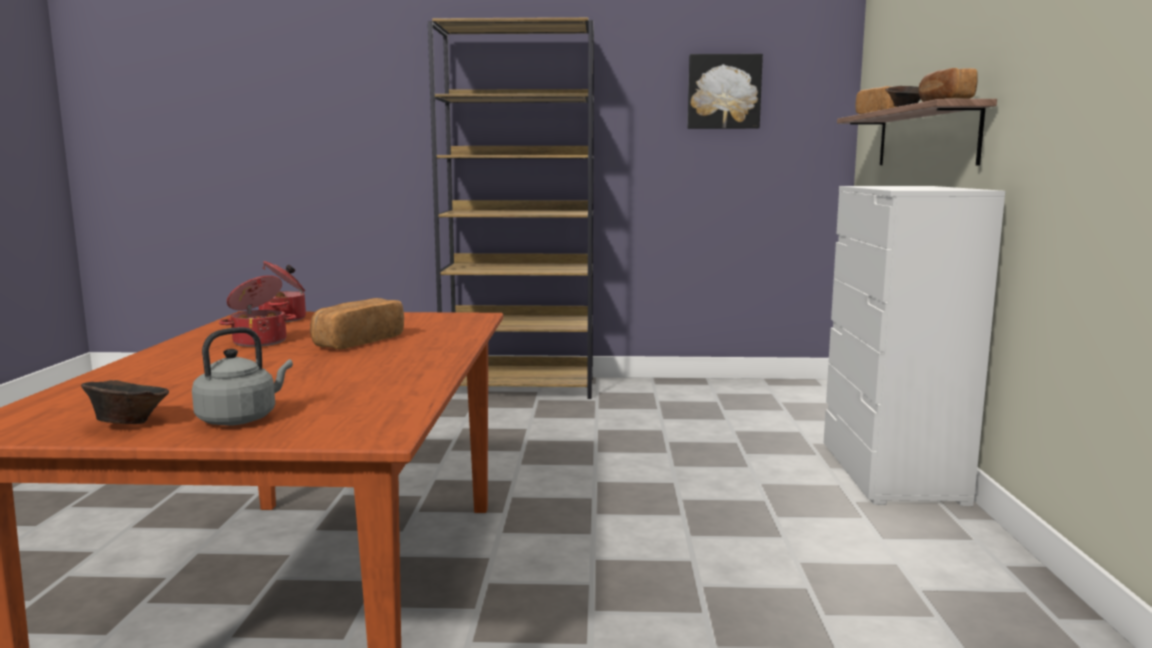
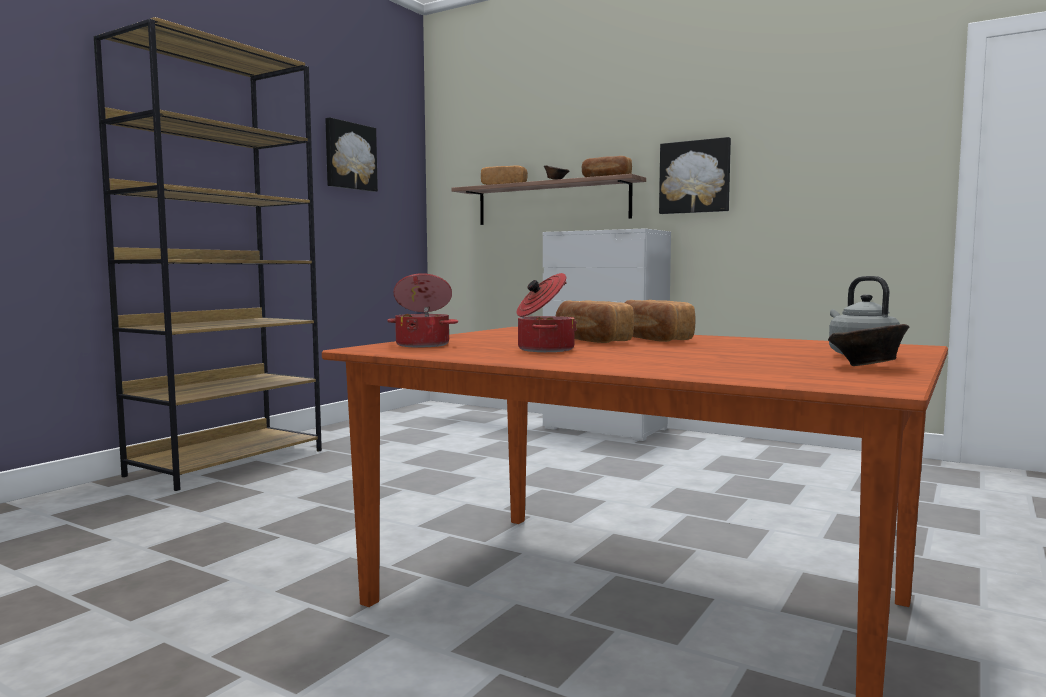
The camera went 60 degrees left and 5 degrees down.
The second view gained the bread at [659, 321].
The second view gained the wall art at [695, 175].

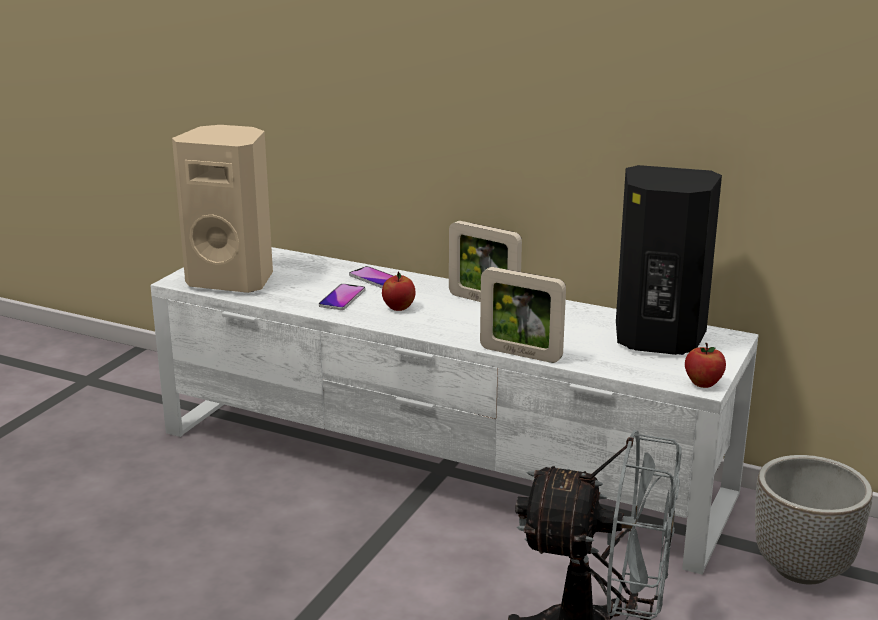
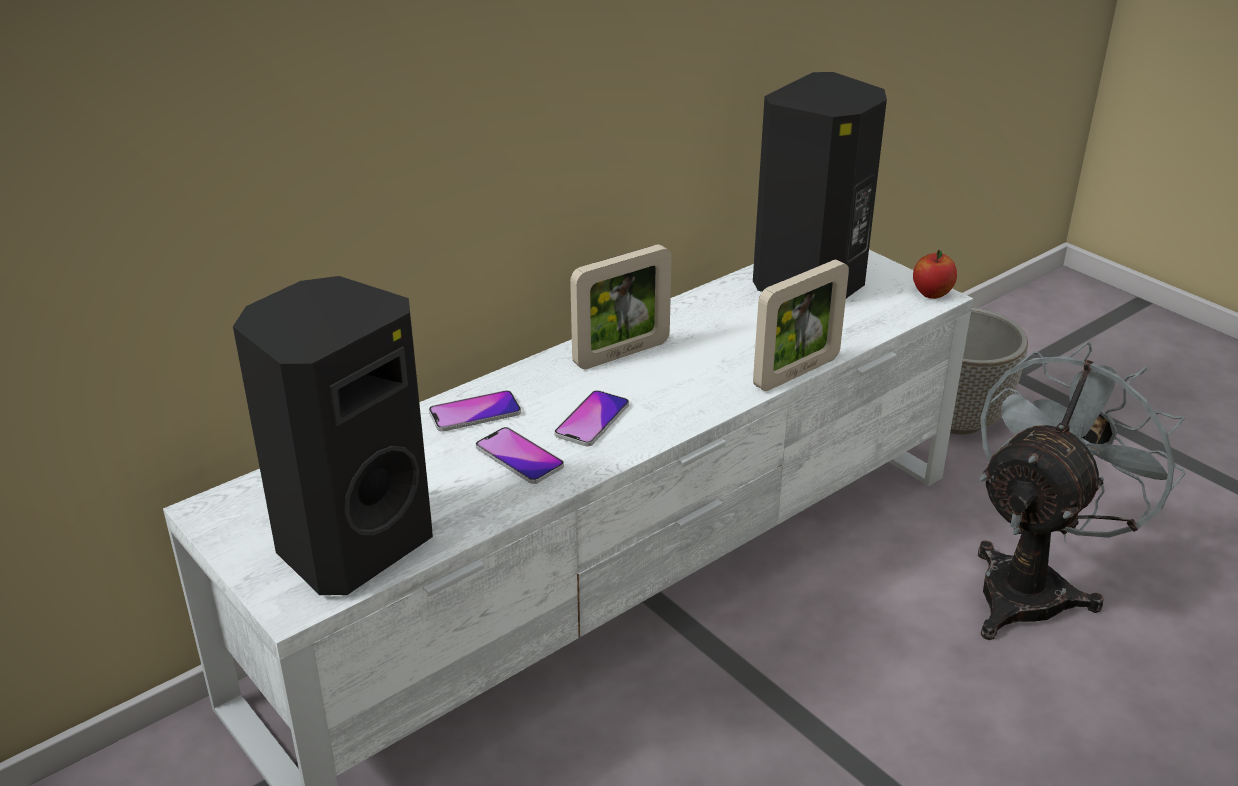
The camera went 65 degrees left and 10 degrees up.
What was the beige audio speaker at [222, 209] turned into the blackish audio speaker at [333, 435].
Where the apple fruit stood at [398, 291], the phone came to stand at [591, 418].

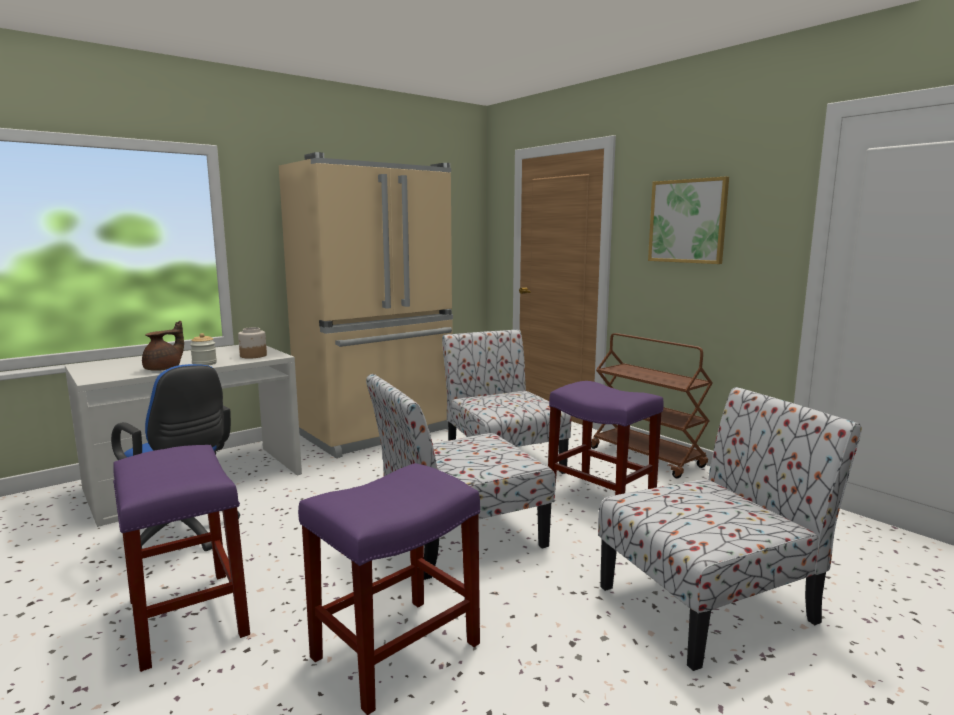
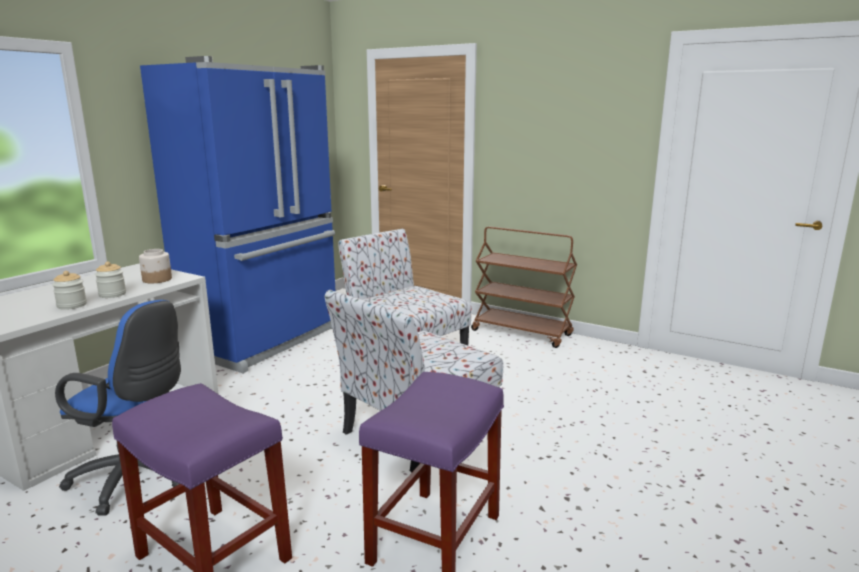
The camera went 20 degrees left and 5 degrees up.
Where the brown-coloured tea pot stood at [163, 346], the storage jar came to stand at [69, 290].
What was the beige fridge at [366, 305] turned into the bluish fridge at [238, 214].
The second view lost the purple stool seat at [606, 438].
The second view lost the plain chair at [730, 529].
The second view lost the wall art at [688, 220].

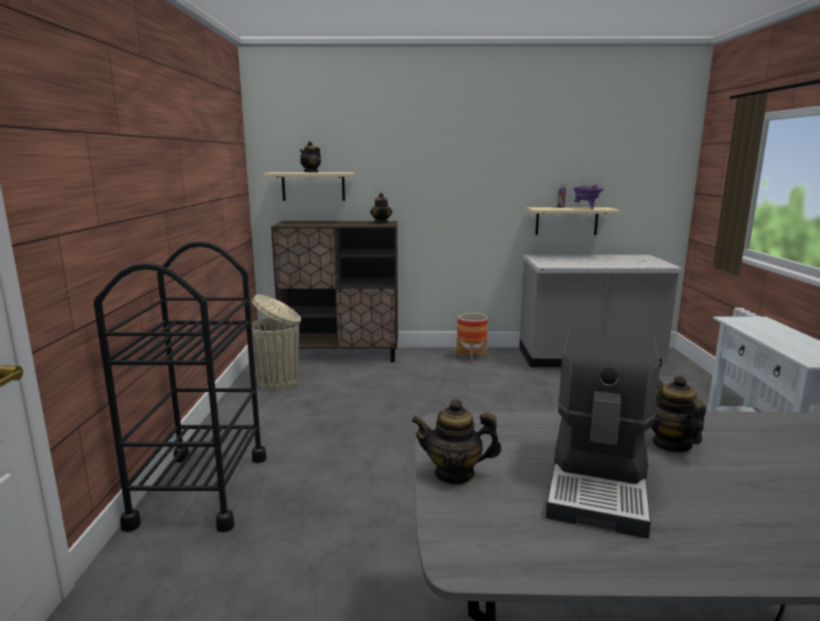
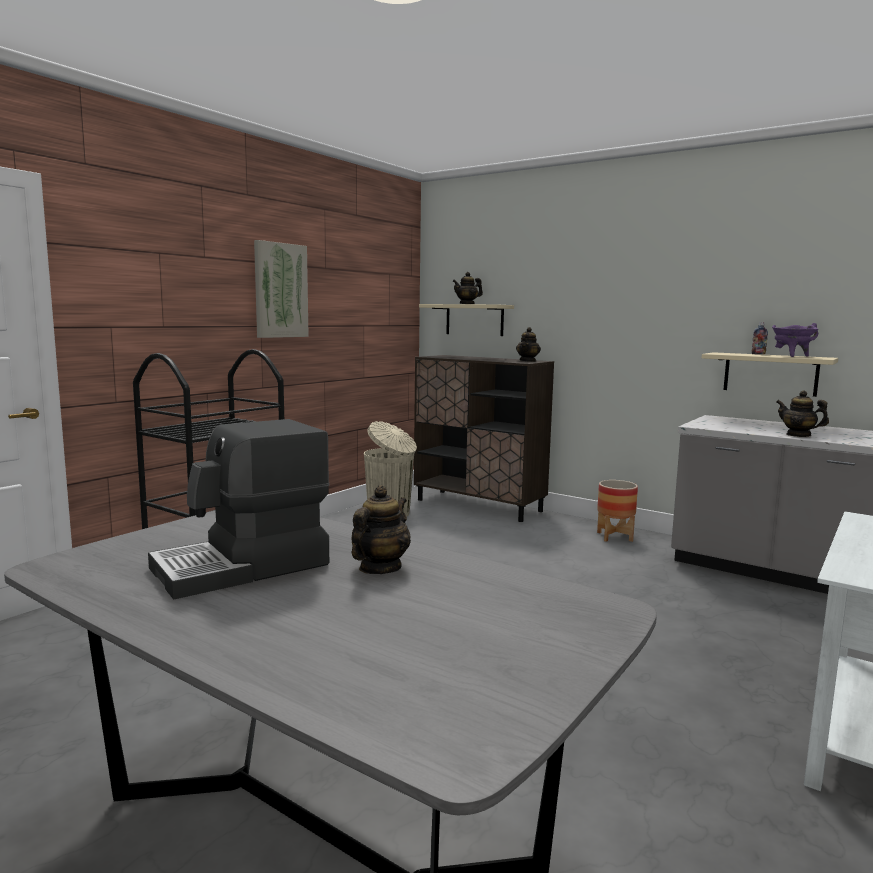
The camera went 35 degrees right and 5 degrees down.
The tea pot ended up elsewhere, having gone from [456, 442] to [802, 413].
The second view gained the wall art at [281, 289].

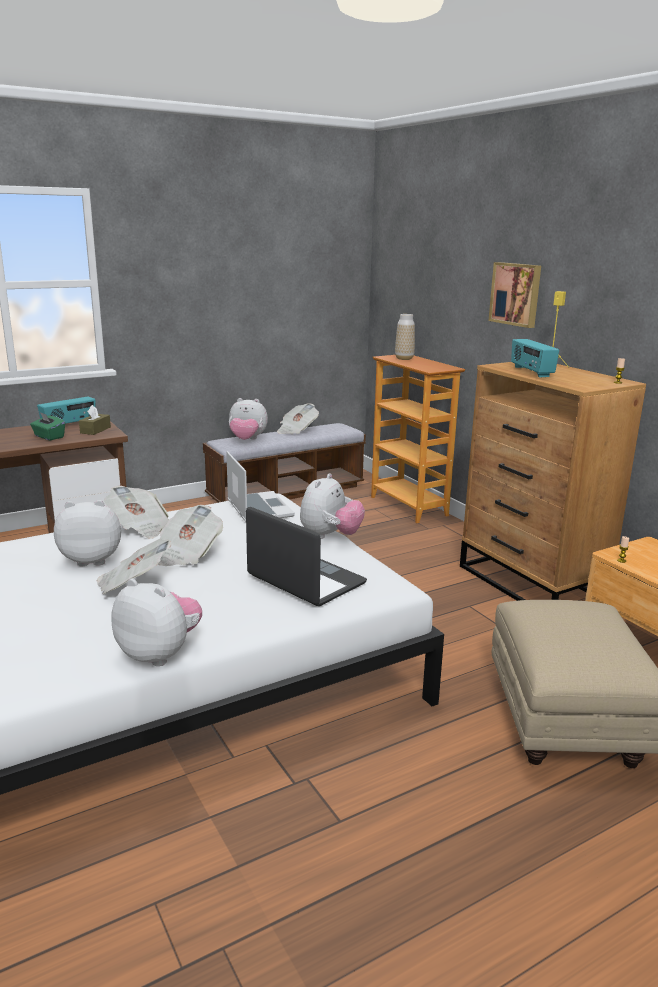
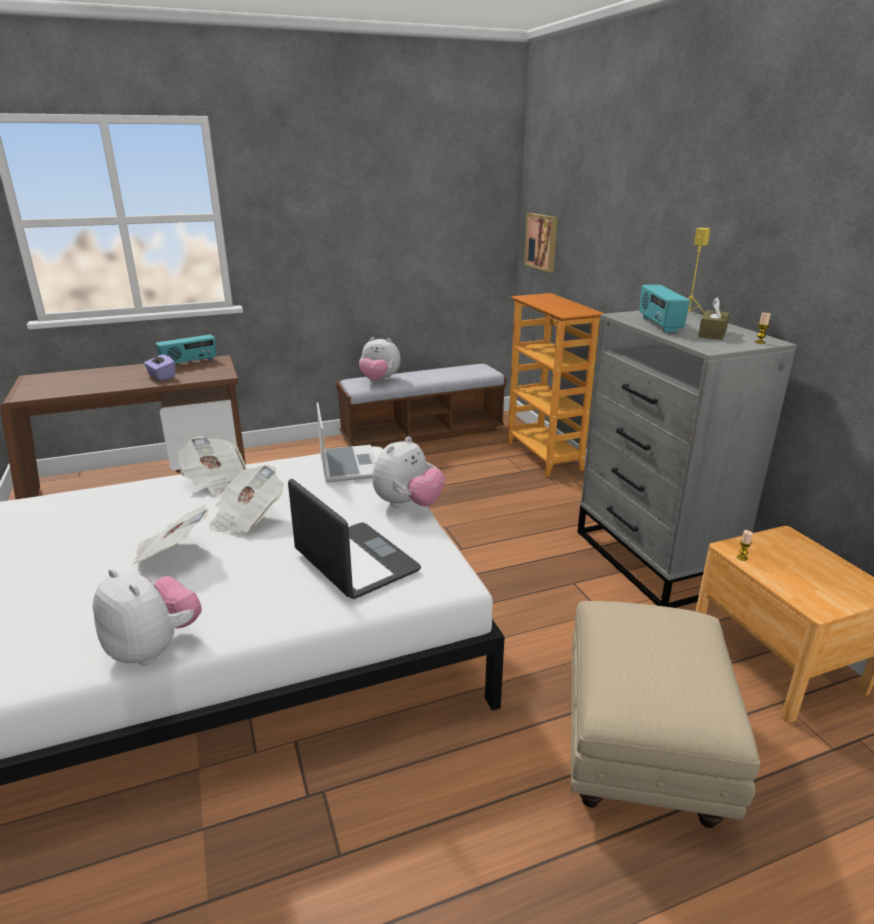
The camera went 10 degrees right and 5 degrees up.
What was the greenish tissue box at [47, 426] turned into the purple tissue box at [159, 366].
The second view lost the cuddly toy at [87, 533].
The brown-coloured tissue box ended up elsewhere, having gone from [95, 420] to [714, 318].
The second view lost the daily paper at [298, 418].
The second view lost the decorative vase at [405, 337].
What was the brown-coloured chest of drawers at [553, 481] turned into the greyish chest of drawers at [687, 459].
The wall art ended up elsewhere, having gone from [514, 295] to [541, 242].

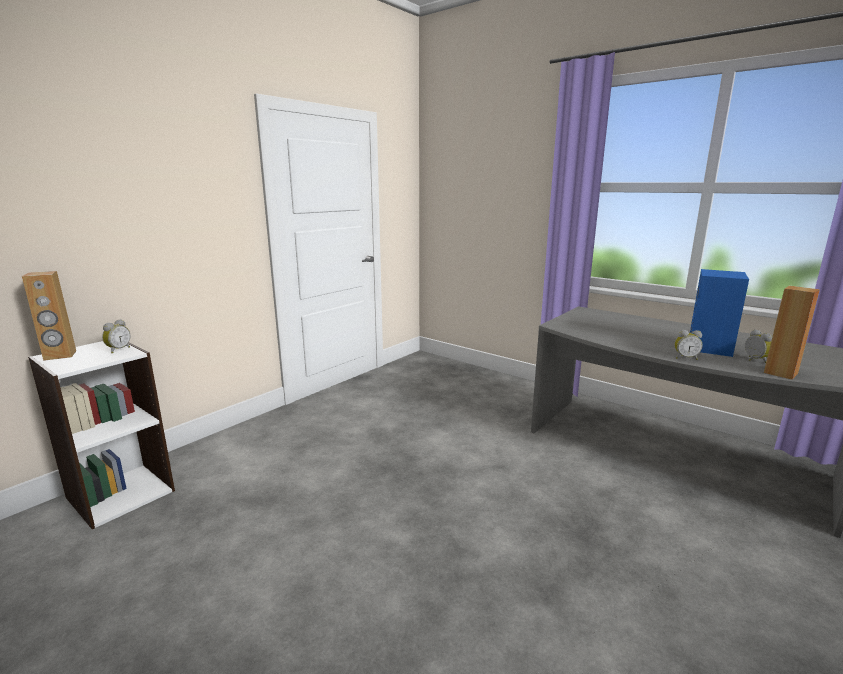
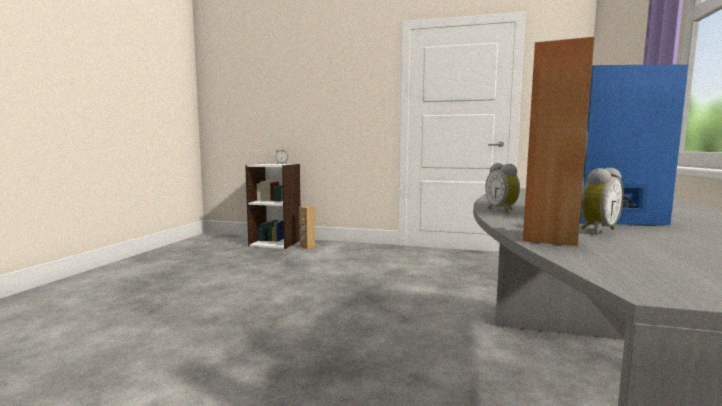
The camera went 65 degrees right and 10 degrees down.
The brown-coloured audio speaker ended up elsewhere, having gone from [49, 316] to [307, 227].

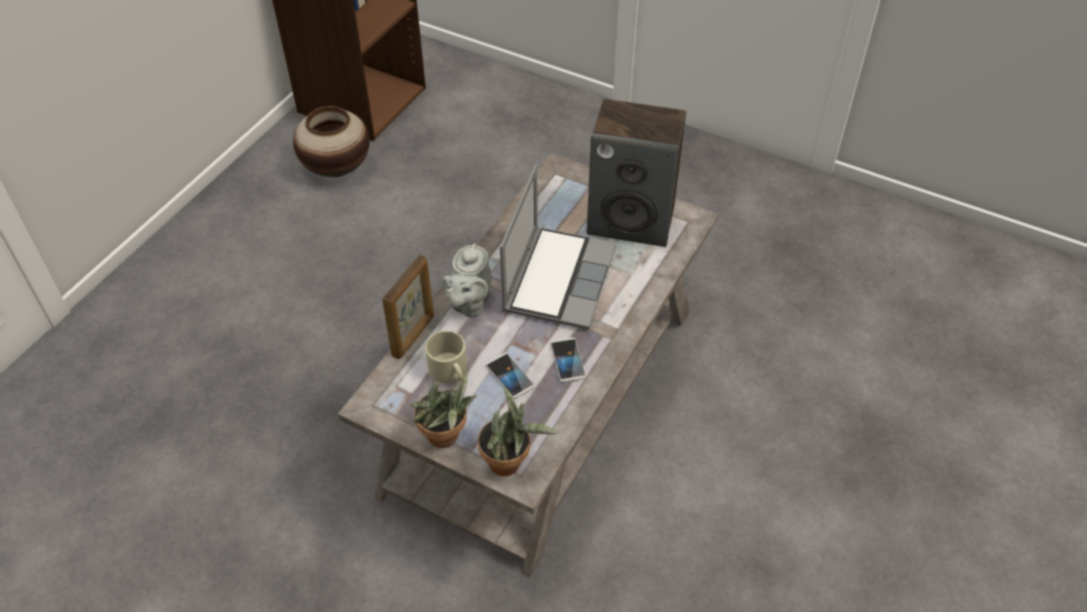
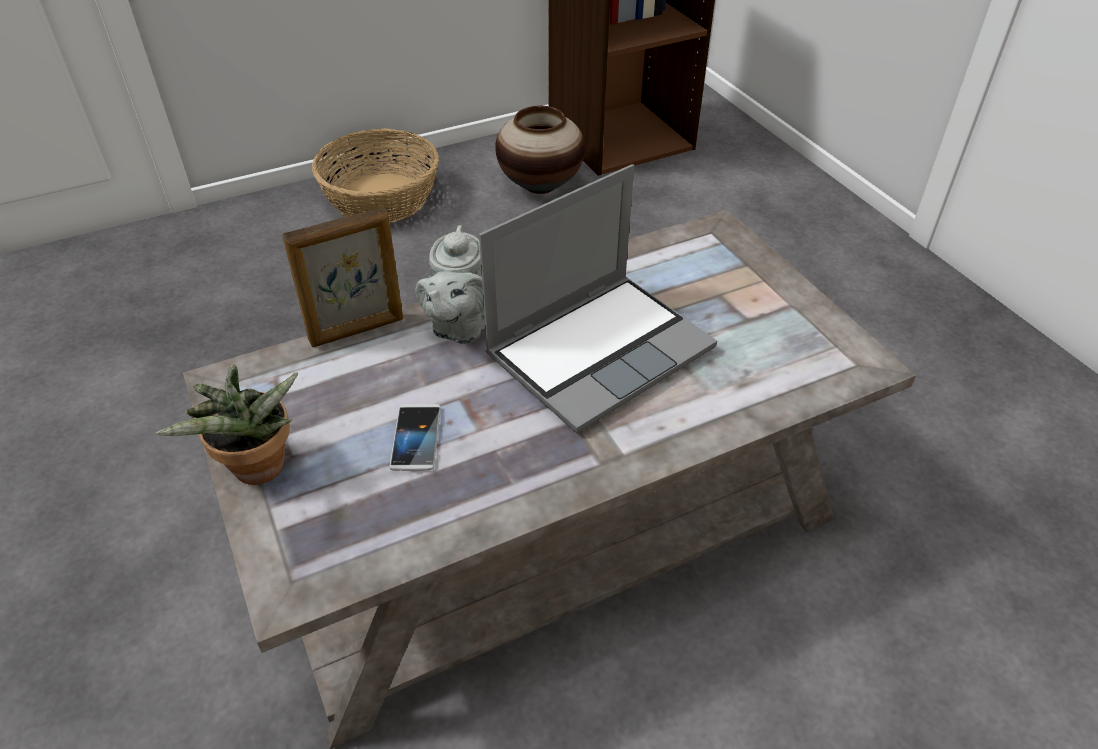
The camera went 35 degrees right and 5 degrees down.
The second view lost the beige coffee mug at [446, 357].
The greyish tea pot at [466, 280] ended up facing another way, 45 degrees counterclockwise from before.
The second view lost the houseplant at [518, 430].
The second view lost the phone at [568, 360].
The second view lost the audio speaker at [636, 173].
The second view gained the storage basket at [375, 175].

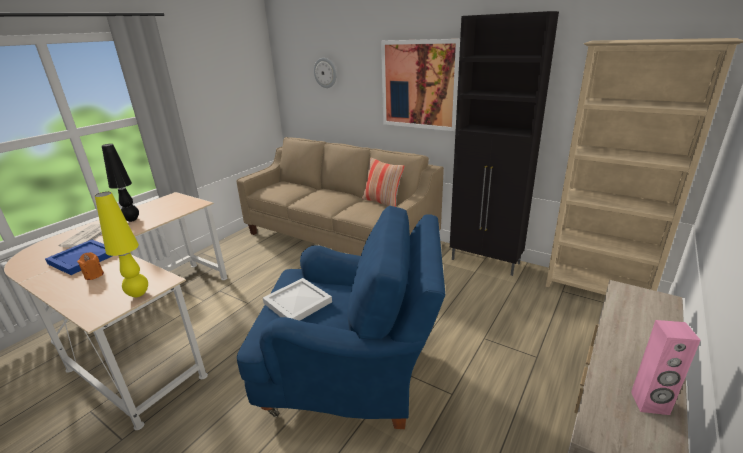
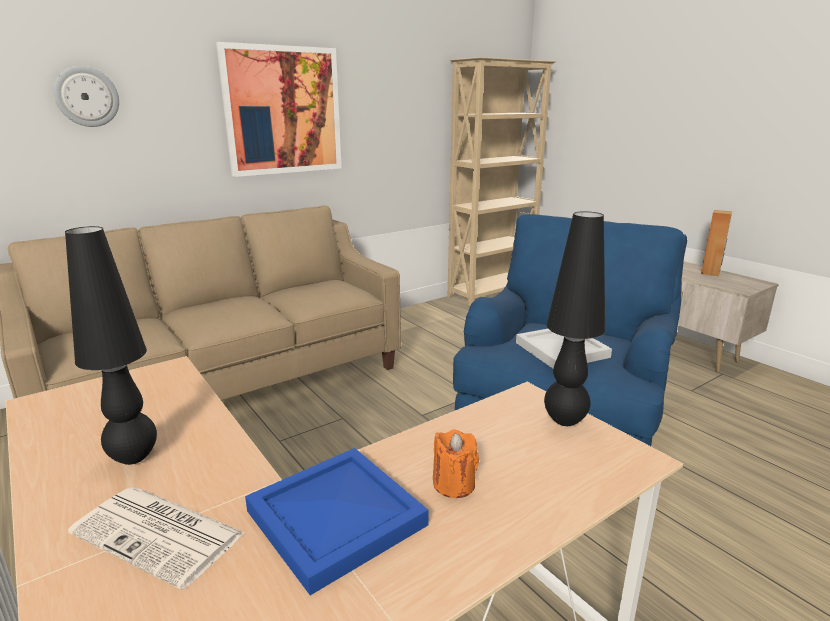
The camera went 70 degrees left and 5 degrees down.
What was the yellow lamp for a table at [121, 244] turned into the blackish lamp for a table at [574, 318].
The second view lost the cushion at [383, 182].
The second view lost the blackish storage cabinet at [504, 143].
What was the pink-coloured audio speaker at [666, 367] turned into the brown-coloured audio speaker at [716, 243].

